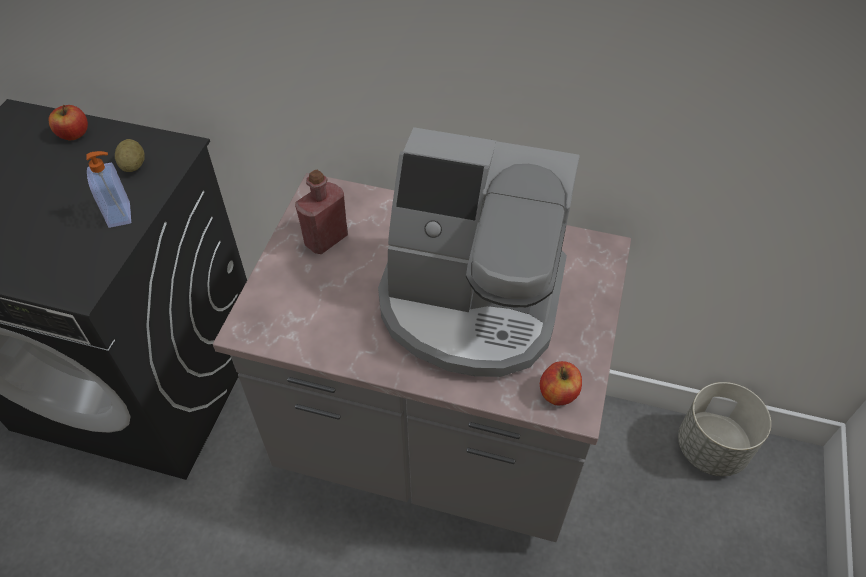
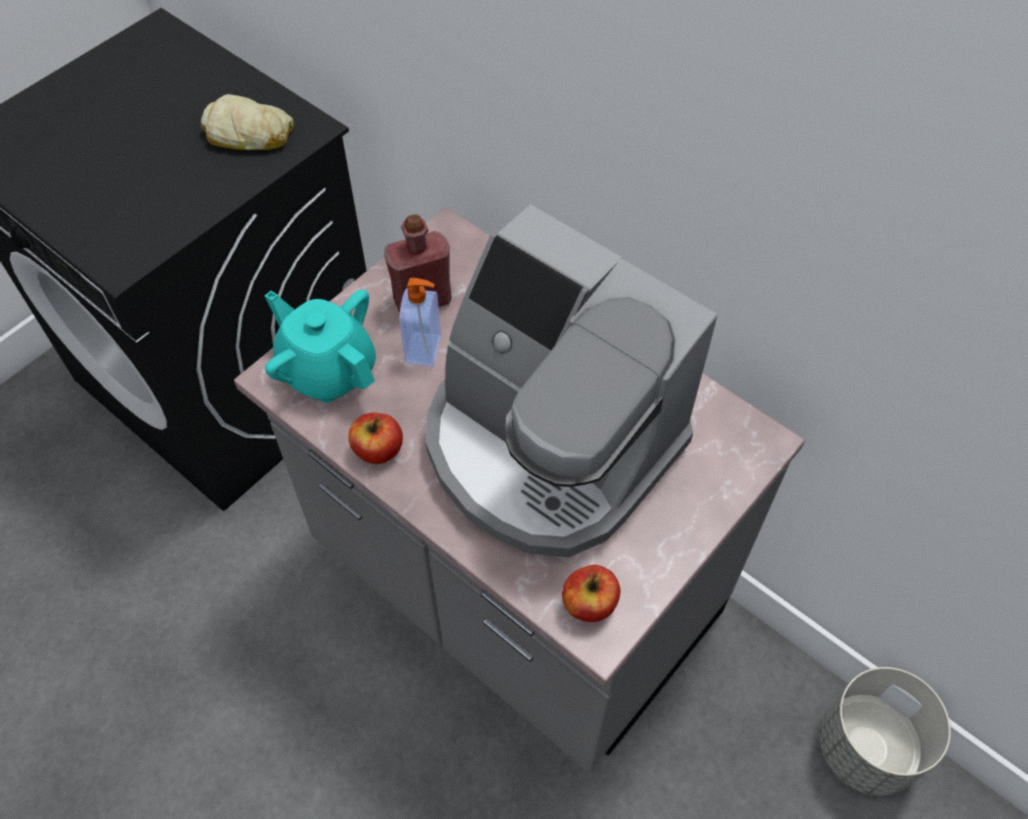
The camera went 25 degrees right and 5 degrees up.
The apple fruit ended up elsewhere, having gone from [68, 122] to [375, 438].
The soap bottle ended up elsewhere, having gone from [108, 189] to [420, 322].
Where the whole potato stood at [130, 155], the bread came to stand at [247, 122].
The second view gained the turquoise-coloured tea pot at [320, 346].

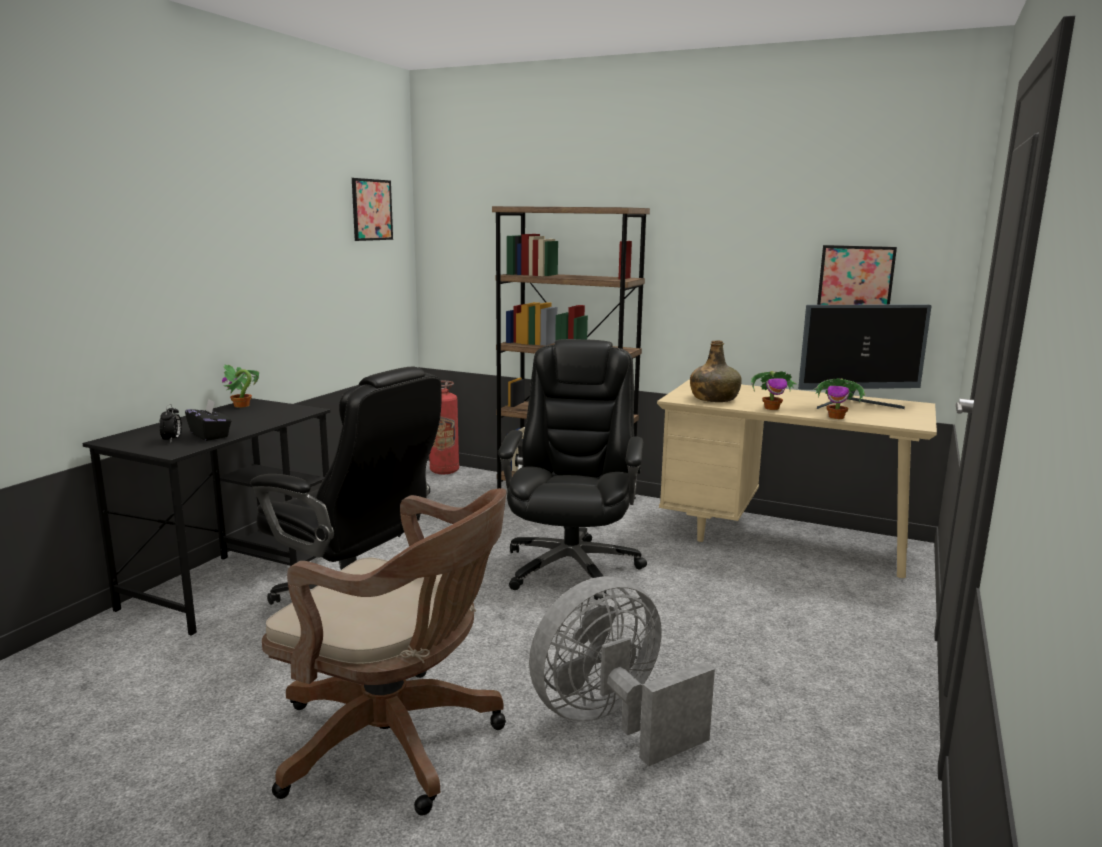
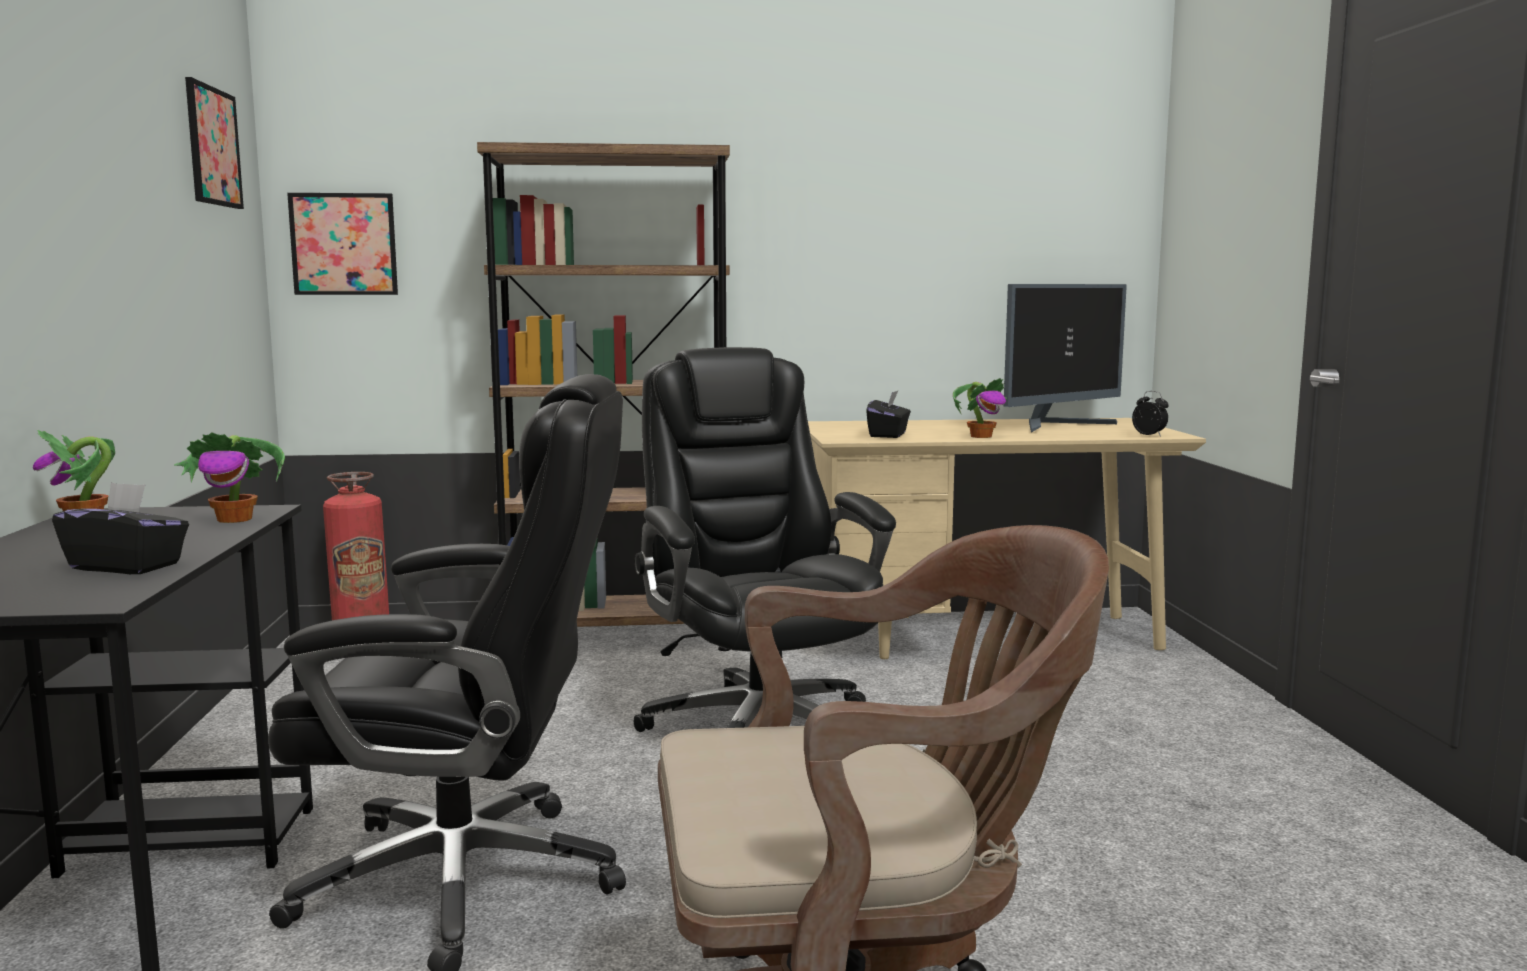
The camera went 30 degrees left and 5 degrees down.
The bedside clock ended up elsewhere, having gone from [170, 422] to [1150, 414].
The second view lost the greyish fan at [622, 671].
Where the greenish bottle stood at [716, 371], the blackish tissue box came to stand at [888, 414].
The houseplant ended up elsewhere, having gone from [839, 398] to [229, 477].
The wall art ended up elsewhere, having gone from [857, 275] to [342, 244].

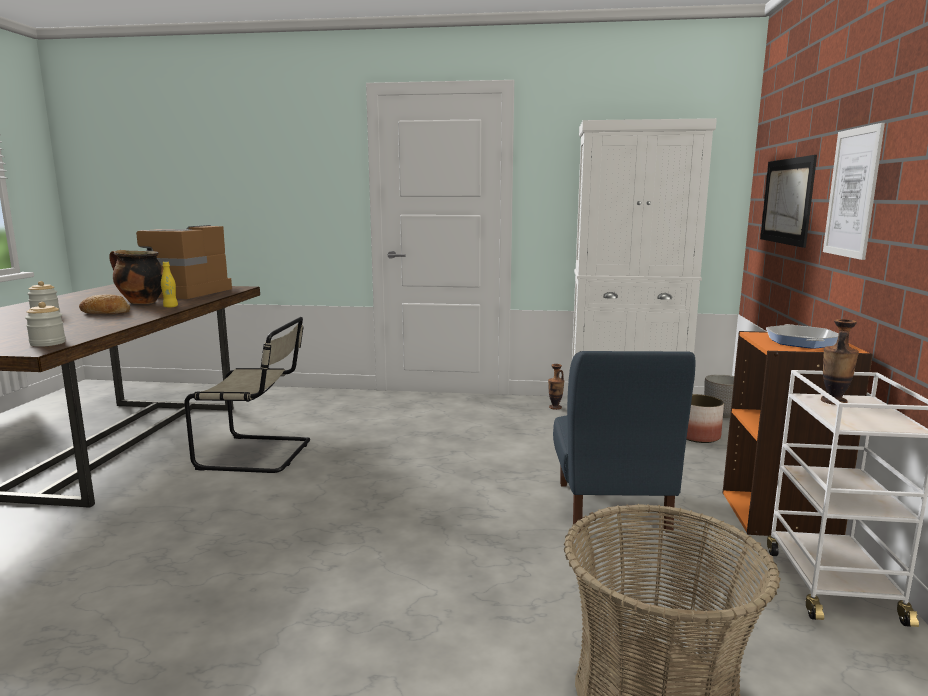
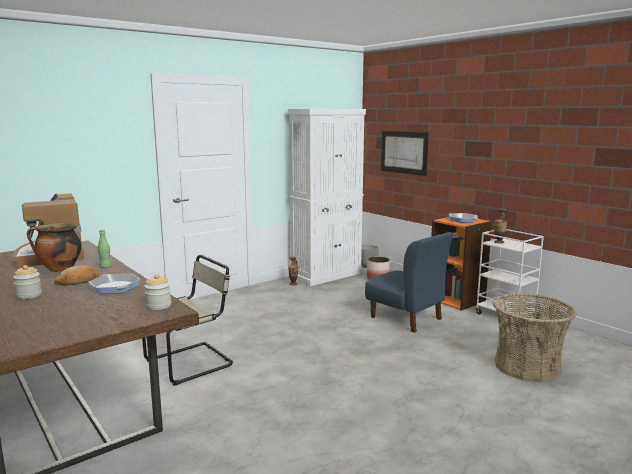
The camera went 45 degrees left and 0 degrees up.
What was the yellow bottle at [169, 285] turned into the greenish bottle at [105, 249].
The second view lost the wall art at [854, 191].
The second view gained the frying pan at [114, 283].

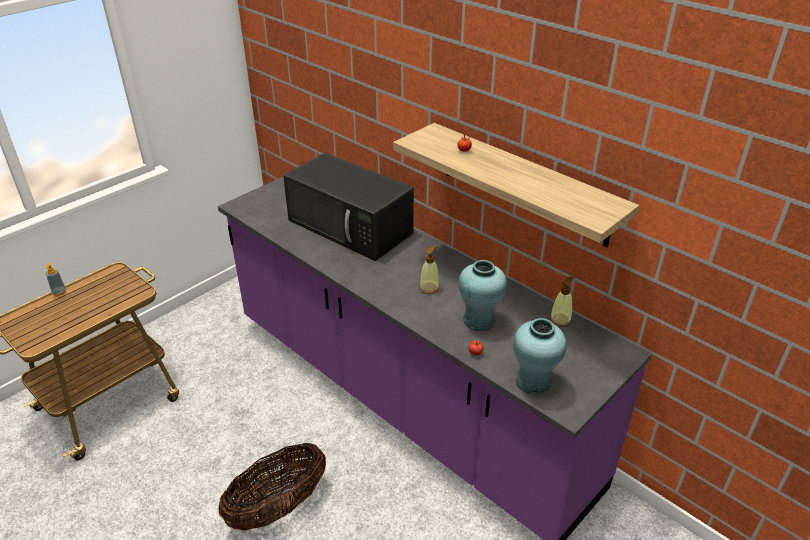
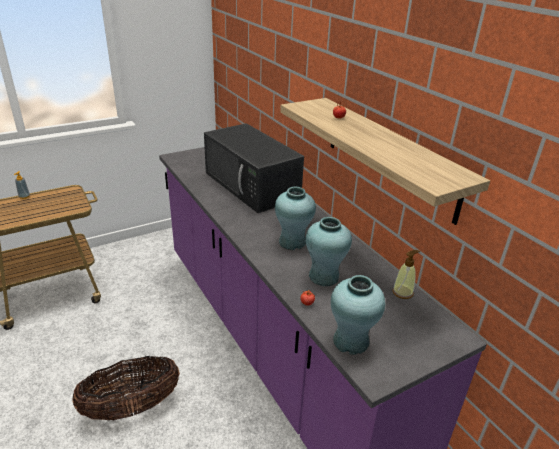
The camera went 15 degrees right and 5 degrees down.
Where the soap bottle stood at [429, 270], the turquoise-coloured decorative vase came to stand at [295, 218].

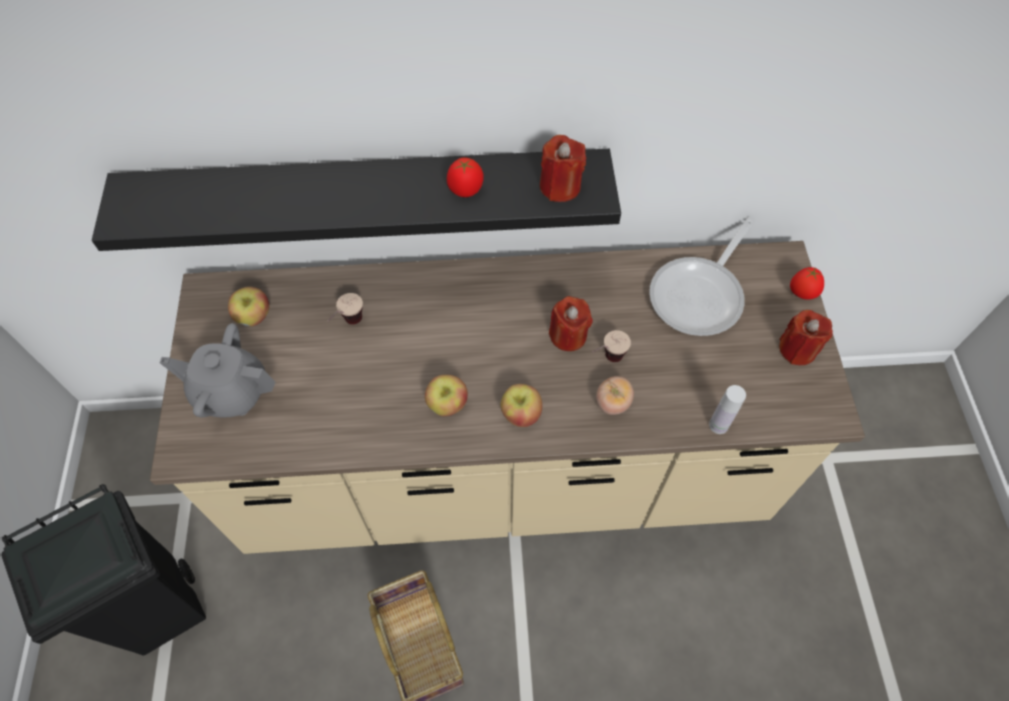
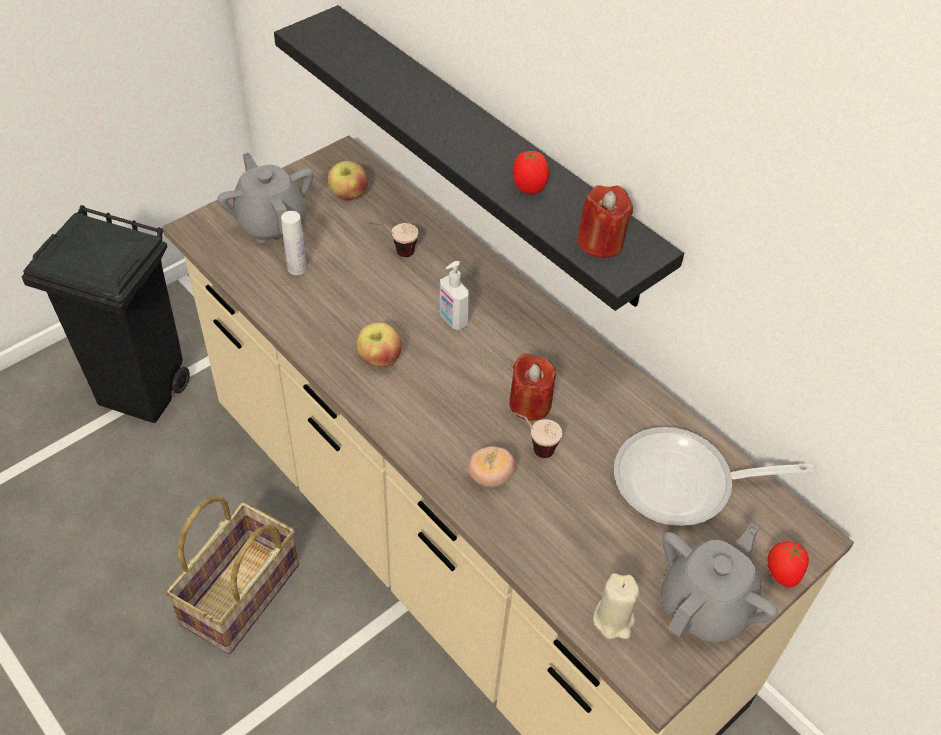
The camera went 50 degrees right and 10 degrees down.
The second view lost the apple fruit at [521, 405].
The whitish bottle ended up elsewhere, having gone from [727, 409] to [294, 243].
Where the red candle stood at [806, 337], the greyish tea pot came to stand at [719, 582].
The second view gained the soap bottle at [454, 296].
The second view gained the beige candle at [616, 606].

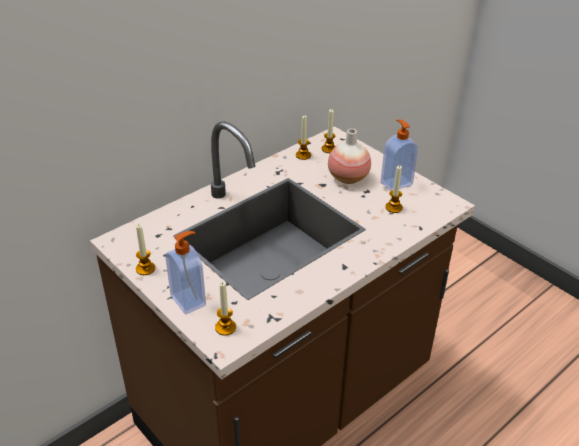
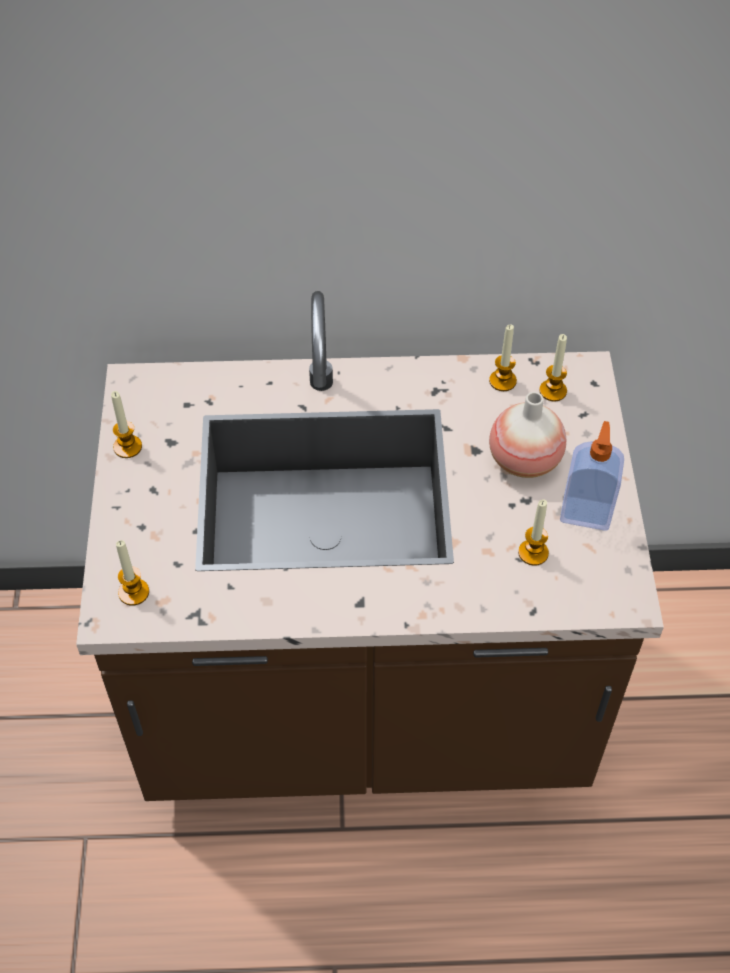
The camera went 40 degrees right and 15 degrees up.
The second view lost the soap bottle at [185, 272].

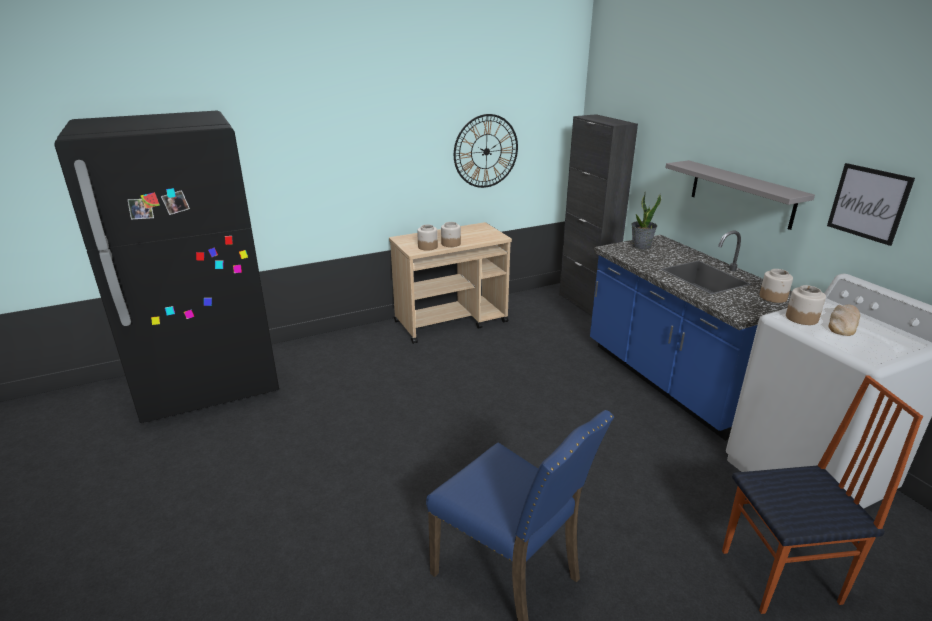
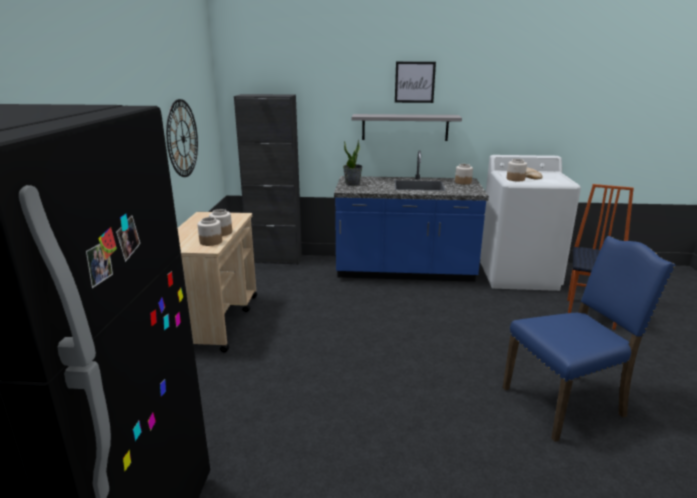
The camera went 60 degrees left and 5 degrees down.
The wall art ended up elsewhere, having gone from [871, 204] to [415, 82].

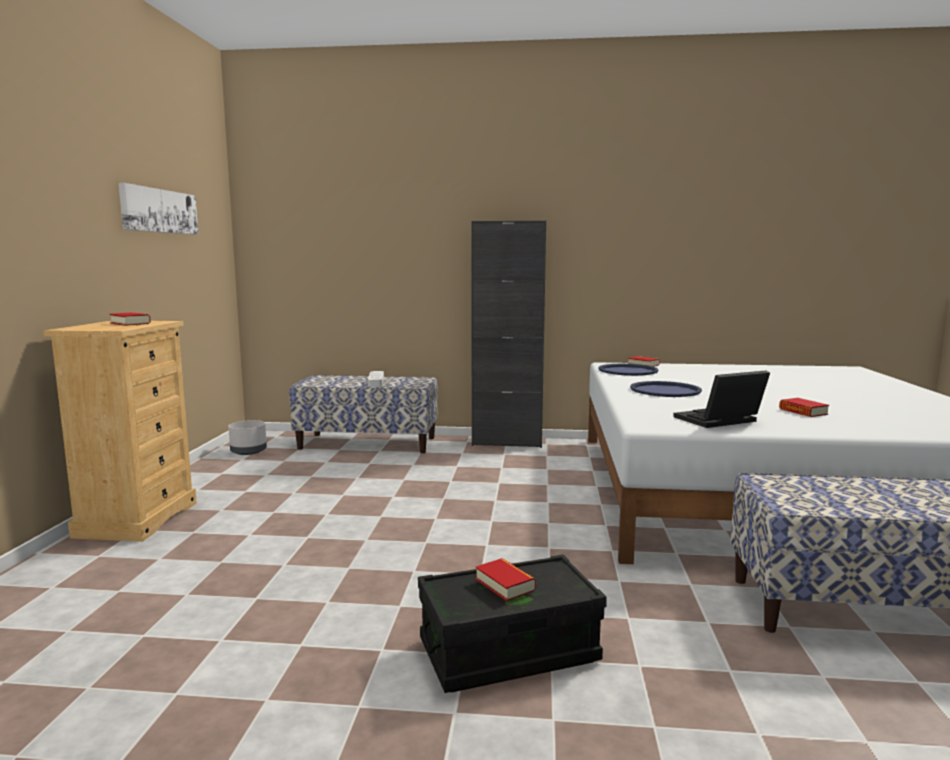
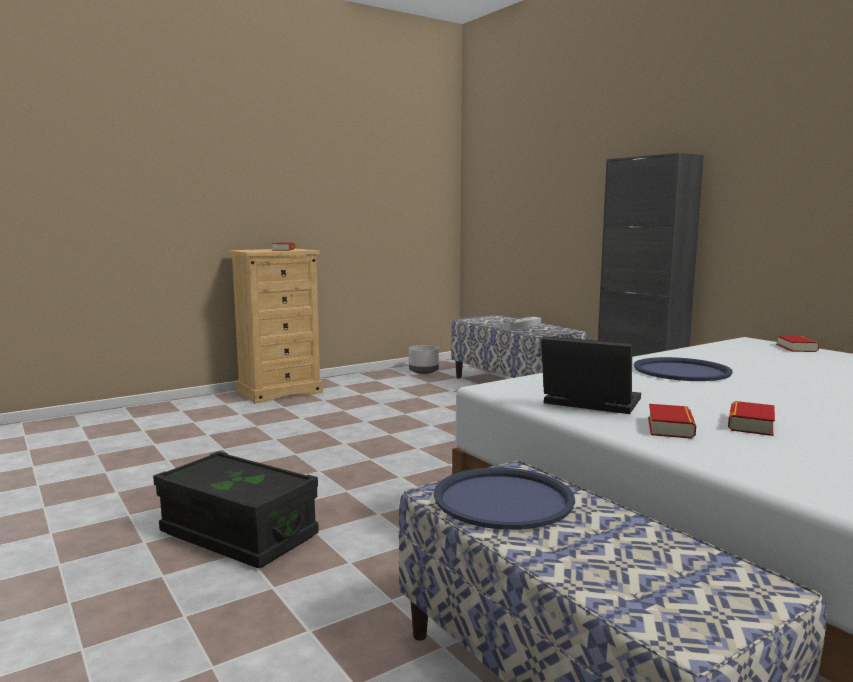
The camera went 50 degrees right and 0 degrees up.
The second view lost the wall art at [158, 209].
The bound book ended up elsewhere, having gone from [506, 579] to [672, 421].
The bluish serving tray ended up elsewhere, having gone from [628, 370] to [504, 499].

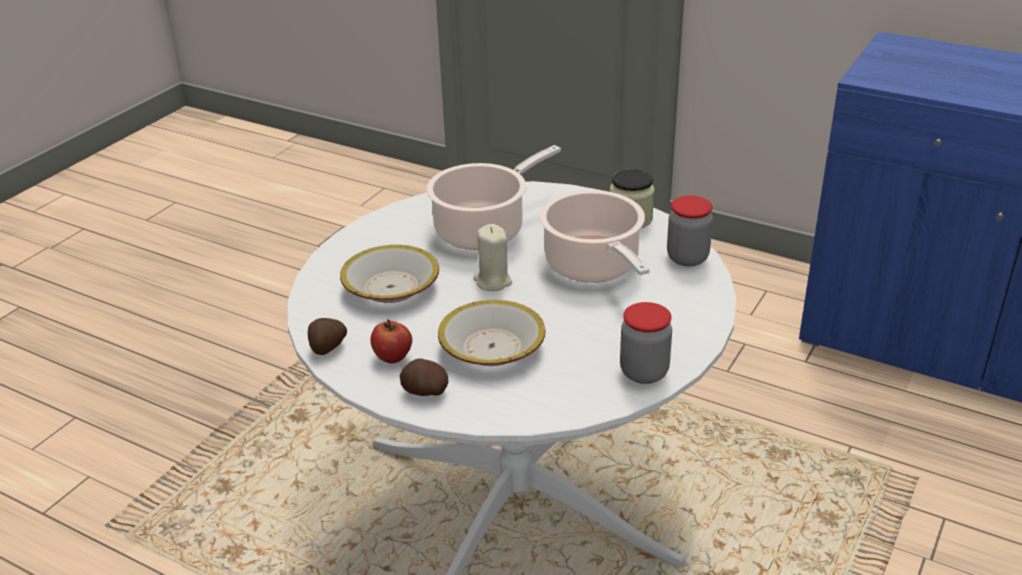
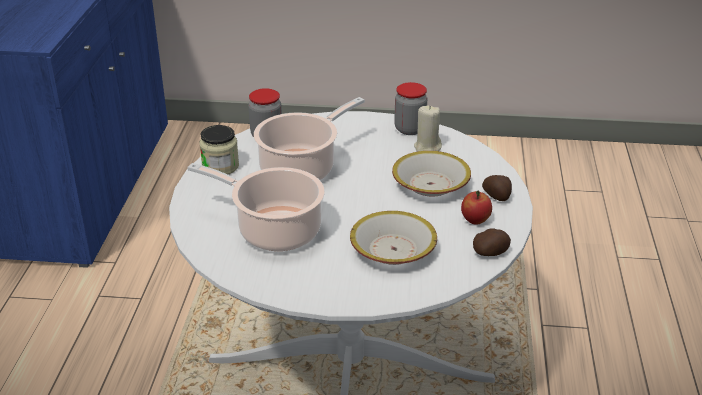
The camera went 115 degrees left and 0 degrees up.
The beige candle ended up elsewhere, having gone from [492, 257] to [428, 128].

